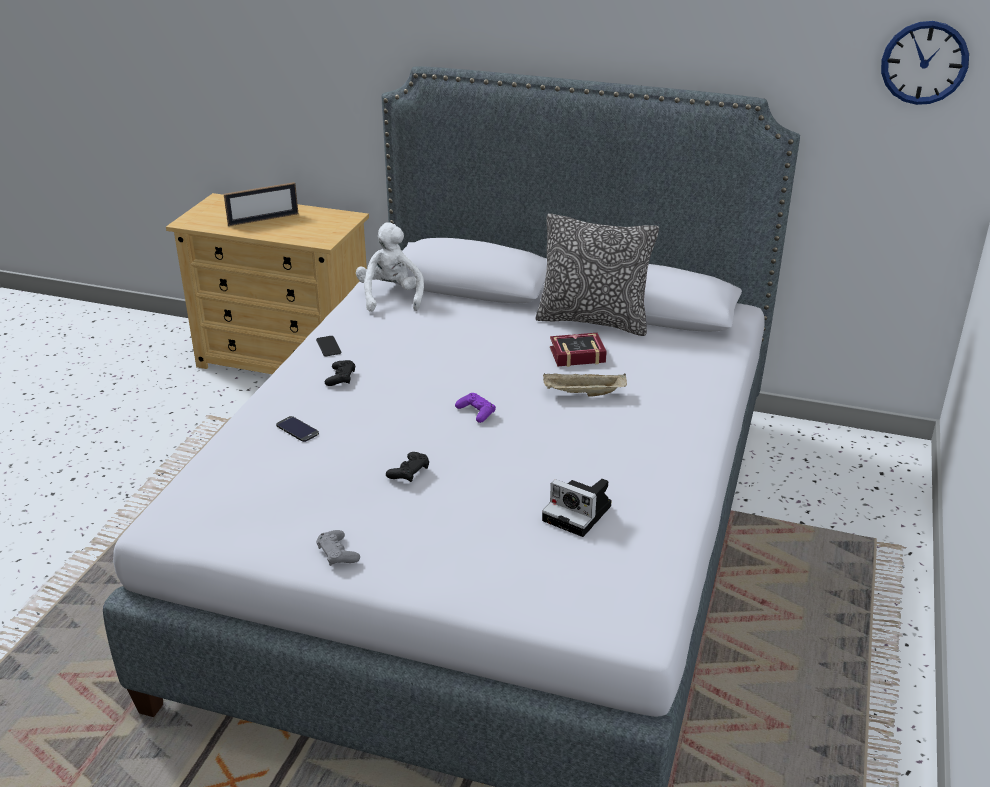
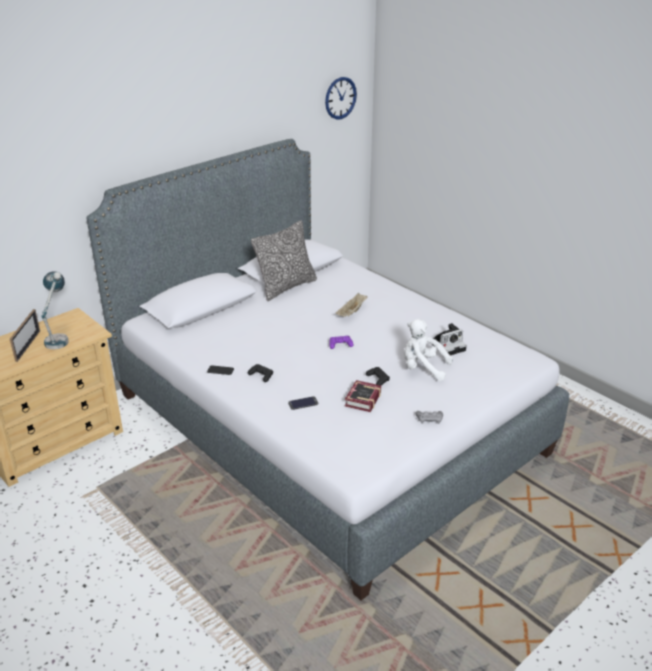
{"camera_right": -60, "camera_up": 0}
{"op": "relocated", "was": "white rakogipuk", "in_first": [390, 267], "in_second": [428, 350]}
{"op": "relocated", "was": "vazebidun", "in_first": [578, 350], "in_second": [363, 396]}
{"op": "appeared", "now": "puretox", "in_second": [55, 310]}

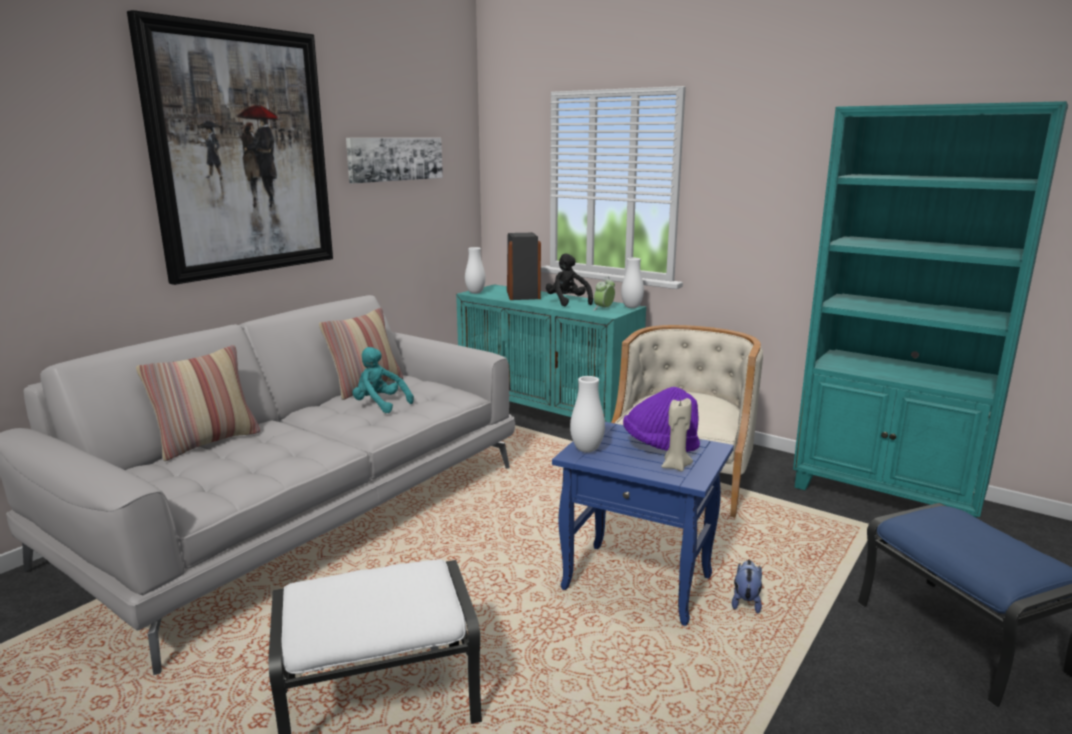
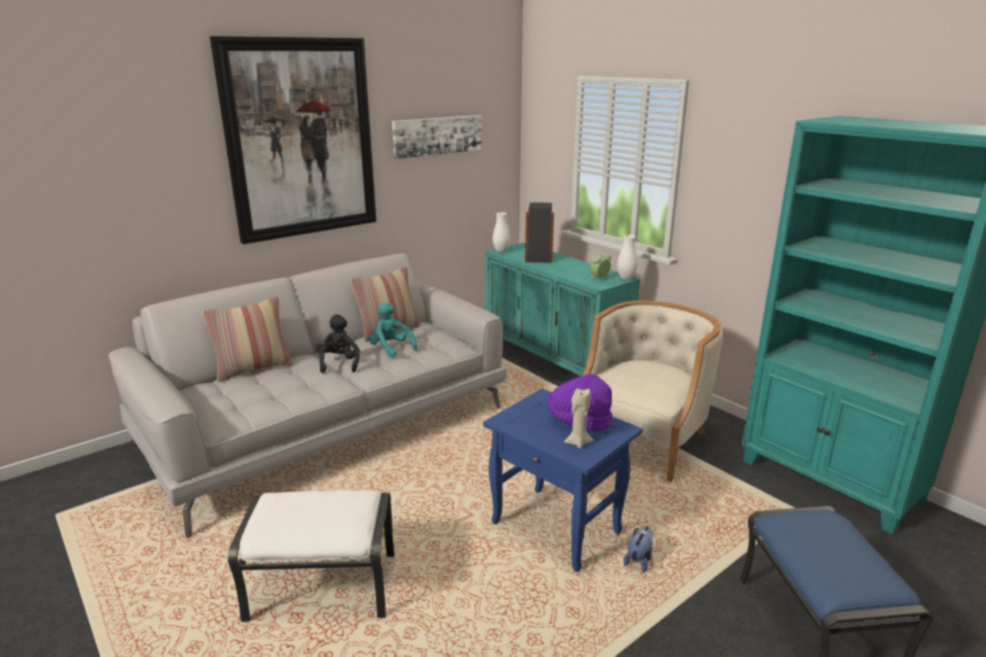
{"camera_right": 15, "camera_up": 5}
{"op": "relocated", "was": "black rakogipuk", "in_first": [569, 279], "in_second": [338, 343]}
{"op": "missing", "was": "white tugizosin", "in_first": [587, 414]}

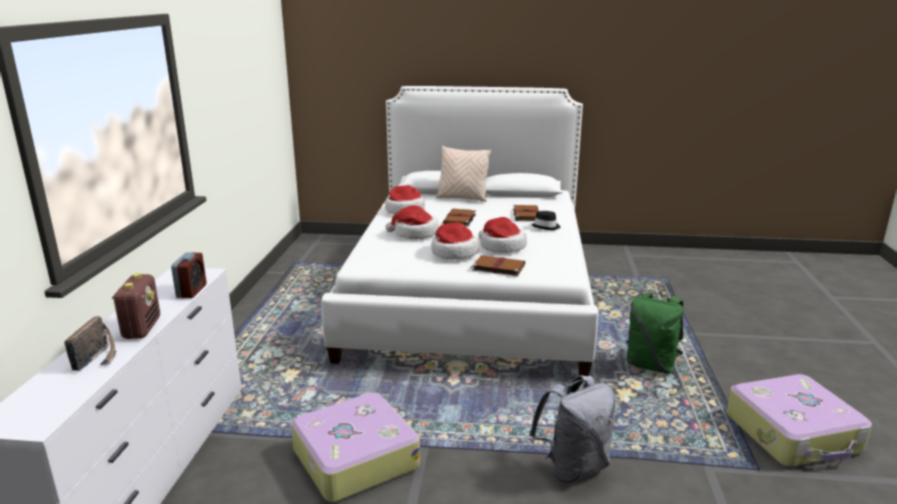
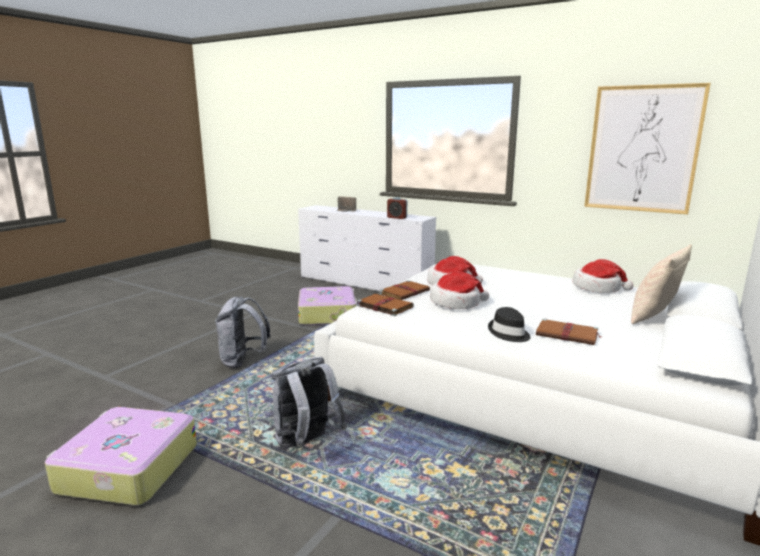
{"camera_right": 115, "camera_up": -5}
{"op": "missing", "was": "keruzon", "in_first": [136, 306]}
{"op": "missing", "was": "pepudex", "in_first": [412, 222]}
{"op": "relocated", "was": "brown vazebidun", "in_first": [459, 218], "in_second": [385, 305]}
{"op": "colour", "was": "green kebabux", "now": "grey kebabux", "in_first": [654, 332], "in_second": [309, 402]}
{"op": "appeared", "now": "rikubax", "in_second": [647, 148]}

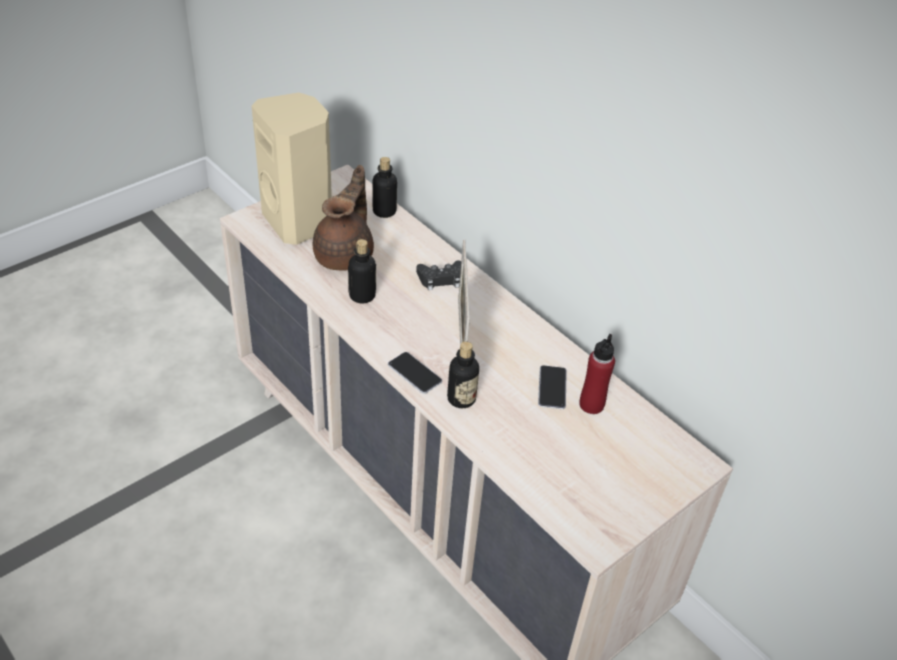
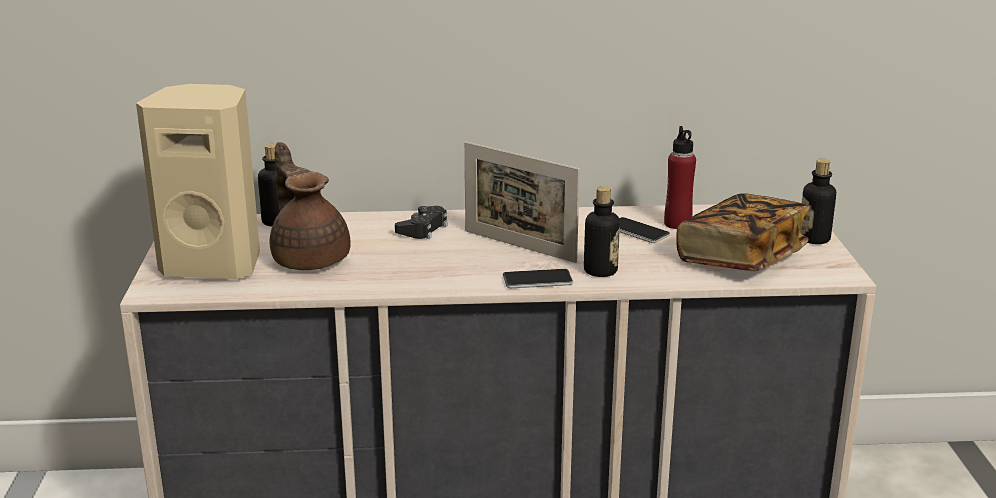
{"camera_right": -50, "camera_up": -20}
{"op": "relocated", "was": "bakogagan", "in_first": [362, 271], "in_second": [818, 201]}
{"op": "appeared", "now": "vazebidun", "in_second": [743, 232]}

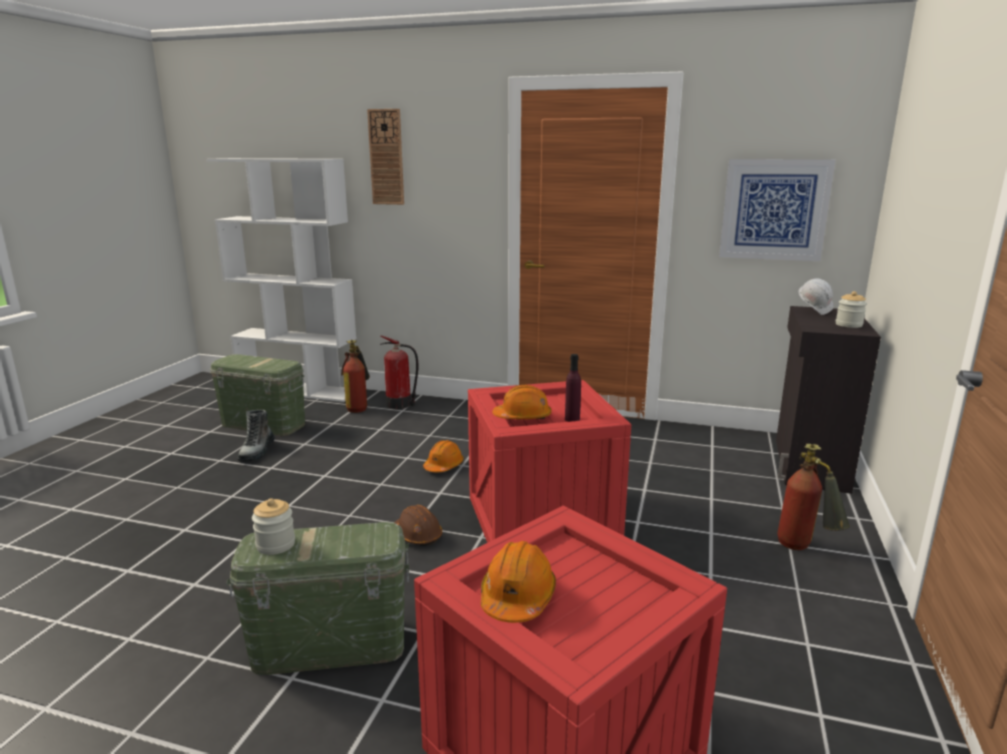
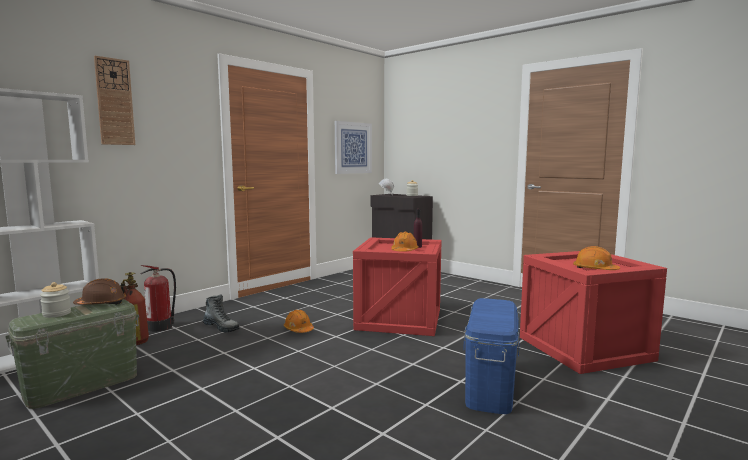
{"camera_right": -65, "camera_up": -10}
{"op": "colour", "was": "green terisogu", "now": "blue terisogu", "in_first": [317, 598], "in_second": [491, 356]}
{"op": "relocated", "was": "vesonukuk", "in_first": [256, 435], "in_second": [221, 314]}
{"op": "relocated", "was": "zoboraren", "in_first": [273, 526], "in_second": [55, 300]}
{"op": "relocated", "was": "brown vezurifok", "in_first": [418, 525], "in_second": [99, 291]}
{"op": "missing", "was": "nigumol", "in_first": [813, 497]}

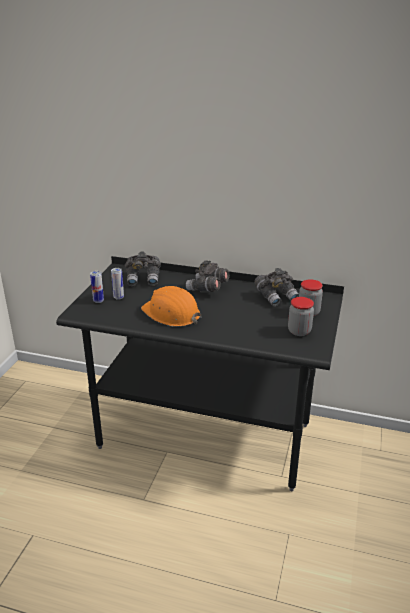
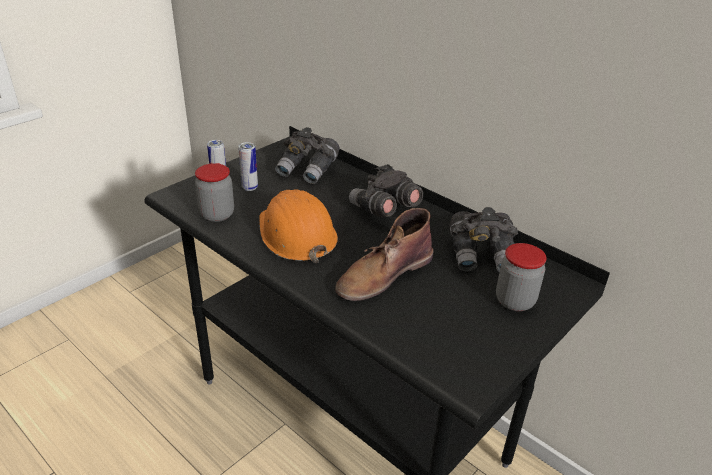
{"camera_right": 25, "camera_up": 5}
{"op": "relocated", "was": "zoboraren", "in_first": [301, 316], "in_second": [214, 192]}
{"op": "appeared", "now": "brown vesonukuk", "in_second": [384, 254]}

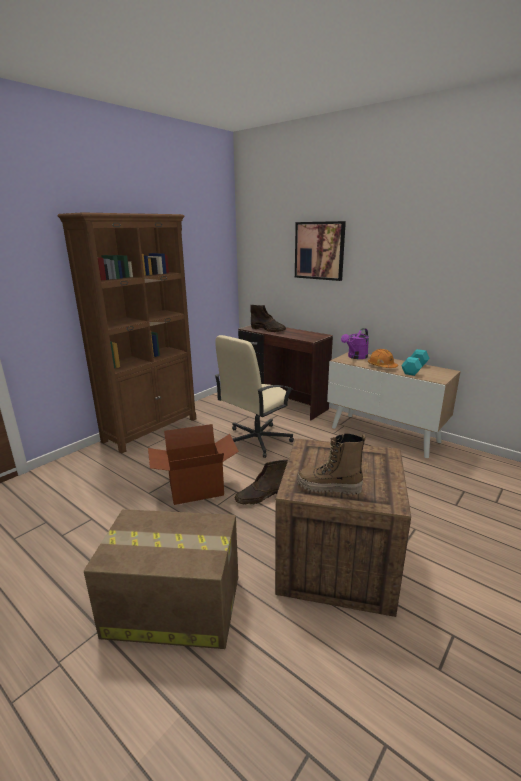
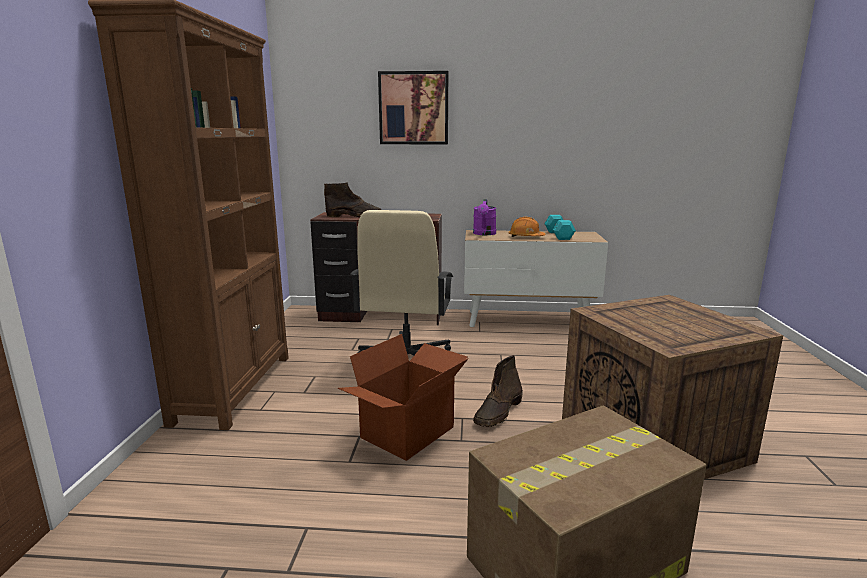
{"camera_right": -35, "camera_up": -5}
{"op": "missing", "was": "vesonukuk", "in_first": [331, 464]}

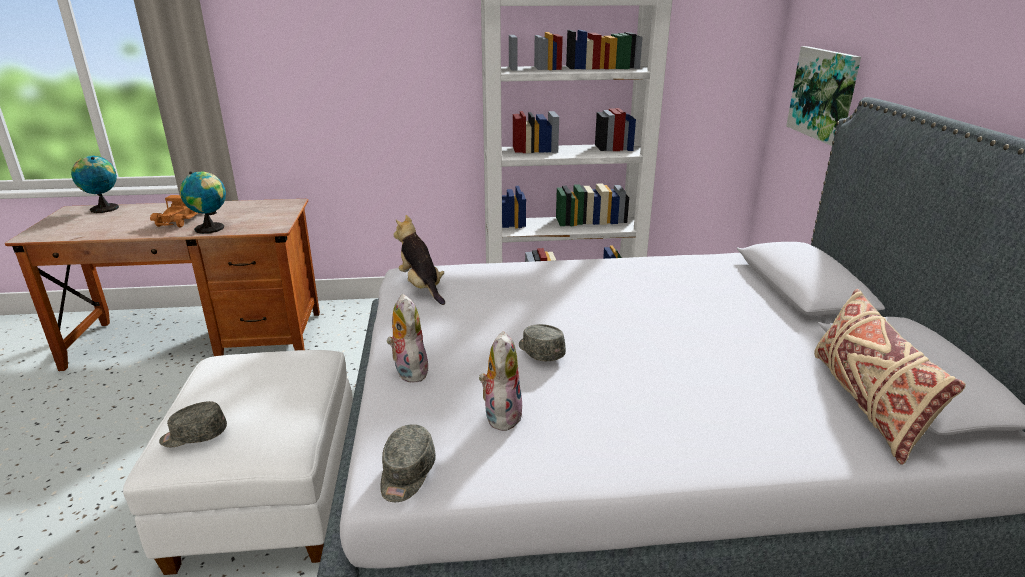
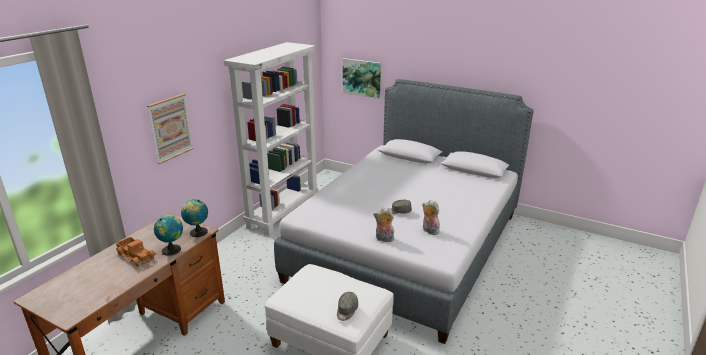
{"camera_right": -55, "camera_up": 0}
{"op": "relocated", "was": "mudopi", "in_first": [95, 184], "in_second": [194, 218]}
{"op": "missing", "was": "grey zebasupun", "in_first": [408, 463]}
{"op": "missing", "was": "rakogipuk", "in_first": [419, 260]}
{"op": "missing", "was": "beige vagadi", "in_first": [890, 377]}
{"op": "appeared", "now": "rikubax", "in_second": [170, 129]}

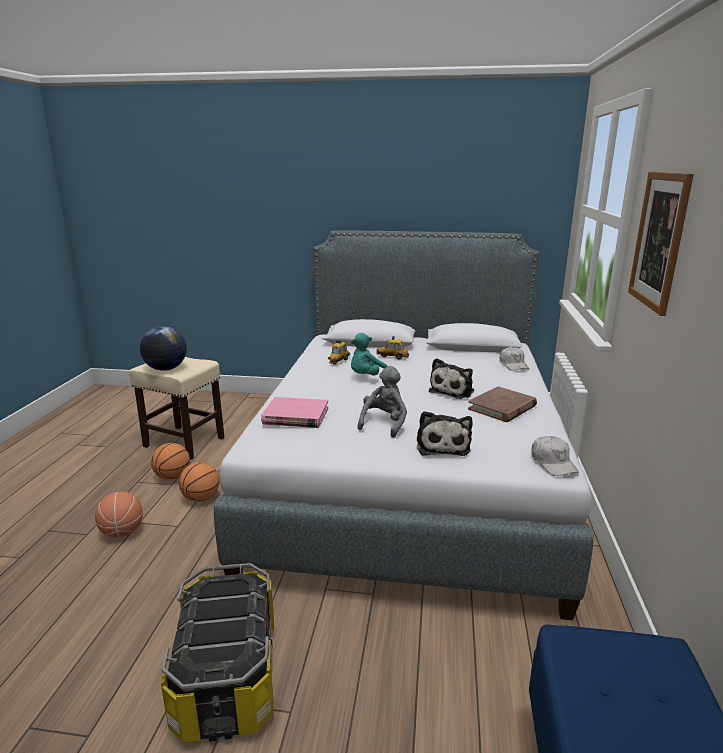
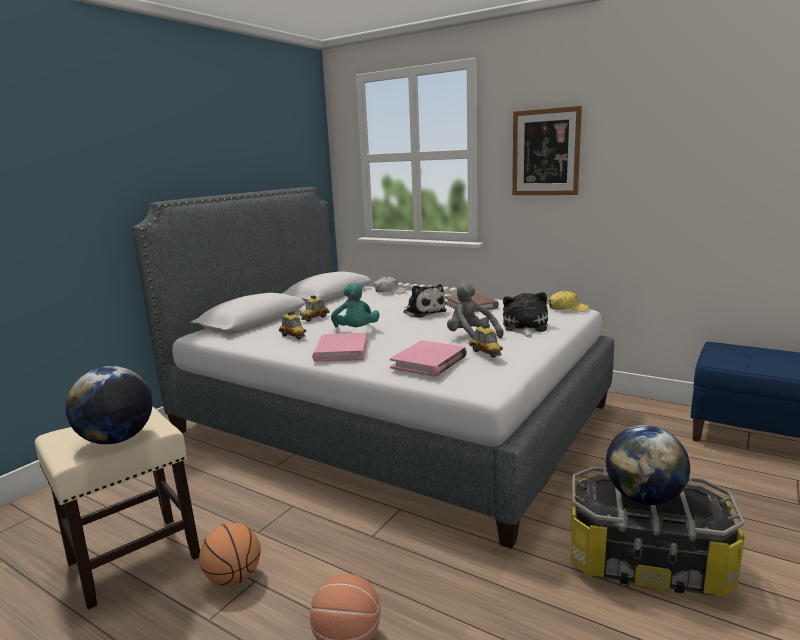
{"camera_right": -65, "camera_up": -5}
{"op": "missing", "was": "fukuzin", "in_first": [199, 482]}
{"op": "spun", "was": "rakogipuk", "in_first": [445, 433], "in_second": [525, 314], "clockwise": -105}
{"op": "colour", "was": "white zebasupun", "now": "yellow zebasupun", "in_first": [555, 456], "in_second": [569, 301]}
{"op": "appeared", "now": "pink vazebidun", "in_second": [339, 347]}
{"op": "appeared", "now": "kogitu", "in_second": [486, 340]}
{"op": "appeared", "now": "mudopi", "in_second": [648, 465]}

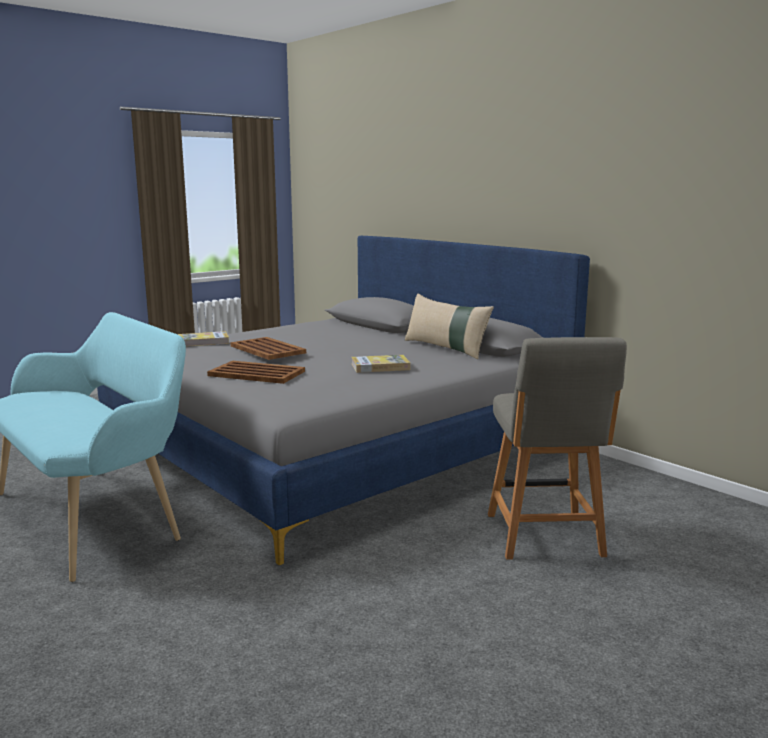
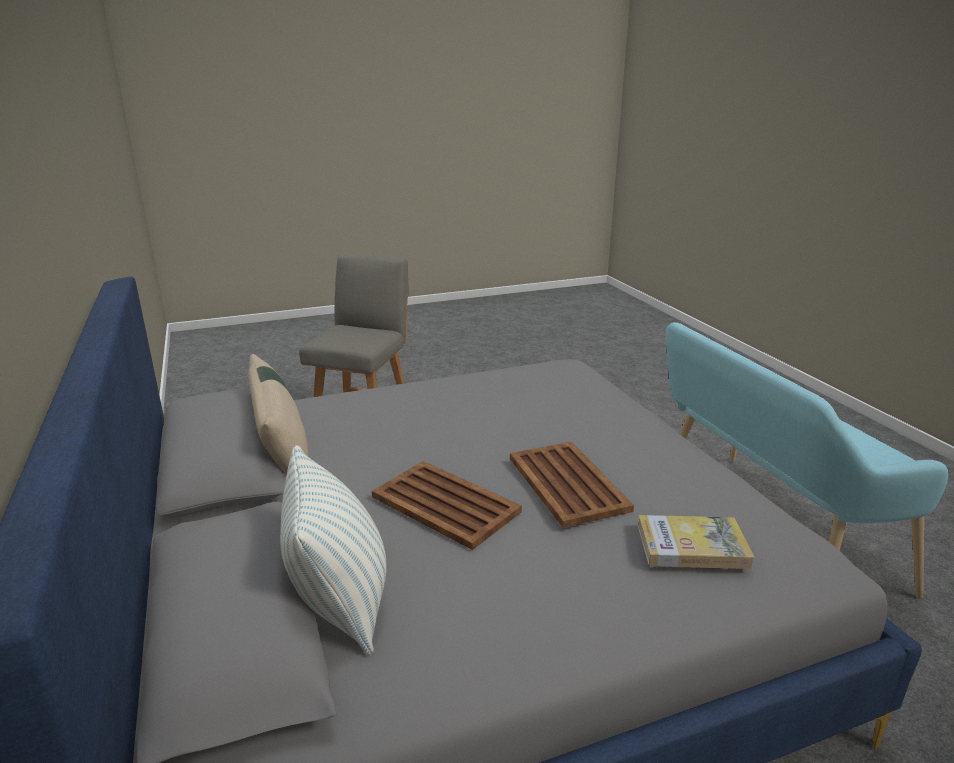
{"camera_right": -160, "camera_up": 10}
{"op": "relocated", "was": "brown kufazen", "in_first": [256, 372], "in_second": [447, 505]}
{"op": "missing", "was": "vazebidun", "in_first": [381, 364]}
{"op": "appeared", "now": "vagadi", "in_second": [333, 550]}

